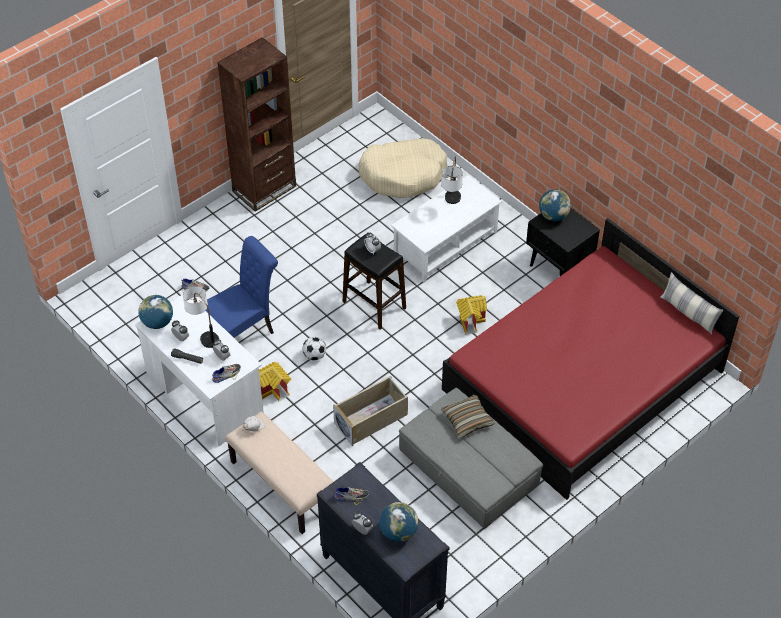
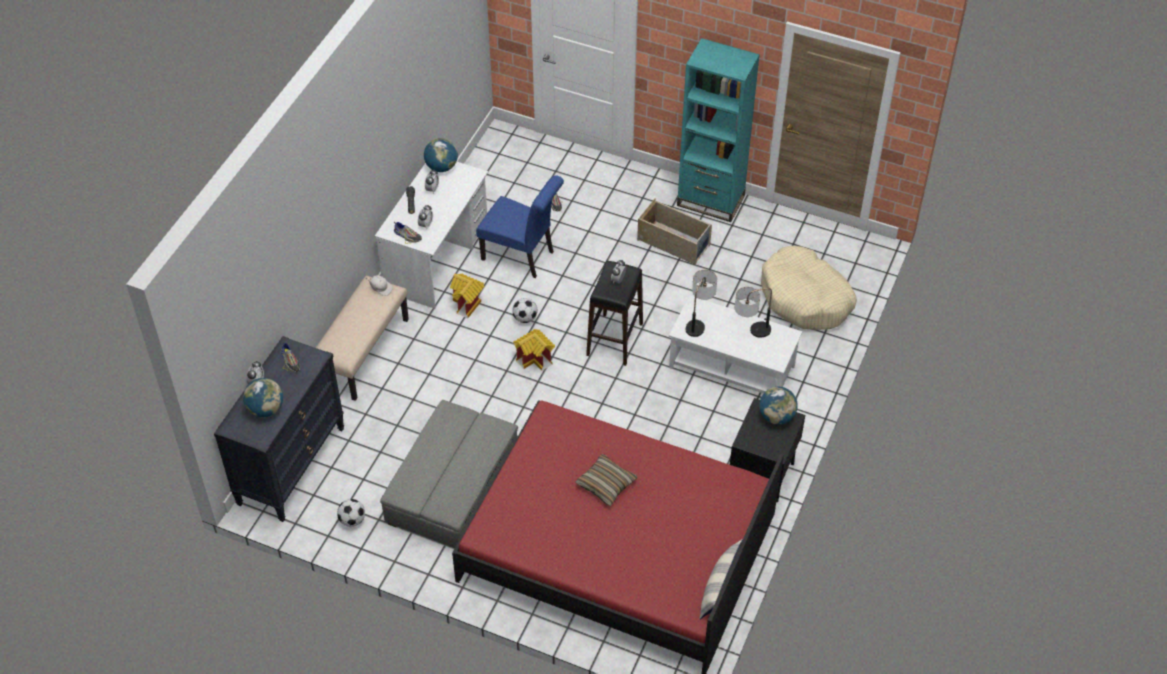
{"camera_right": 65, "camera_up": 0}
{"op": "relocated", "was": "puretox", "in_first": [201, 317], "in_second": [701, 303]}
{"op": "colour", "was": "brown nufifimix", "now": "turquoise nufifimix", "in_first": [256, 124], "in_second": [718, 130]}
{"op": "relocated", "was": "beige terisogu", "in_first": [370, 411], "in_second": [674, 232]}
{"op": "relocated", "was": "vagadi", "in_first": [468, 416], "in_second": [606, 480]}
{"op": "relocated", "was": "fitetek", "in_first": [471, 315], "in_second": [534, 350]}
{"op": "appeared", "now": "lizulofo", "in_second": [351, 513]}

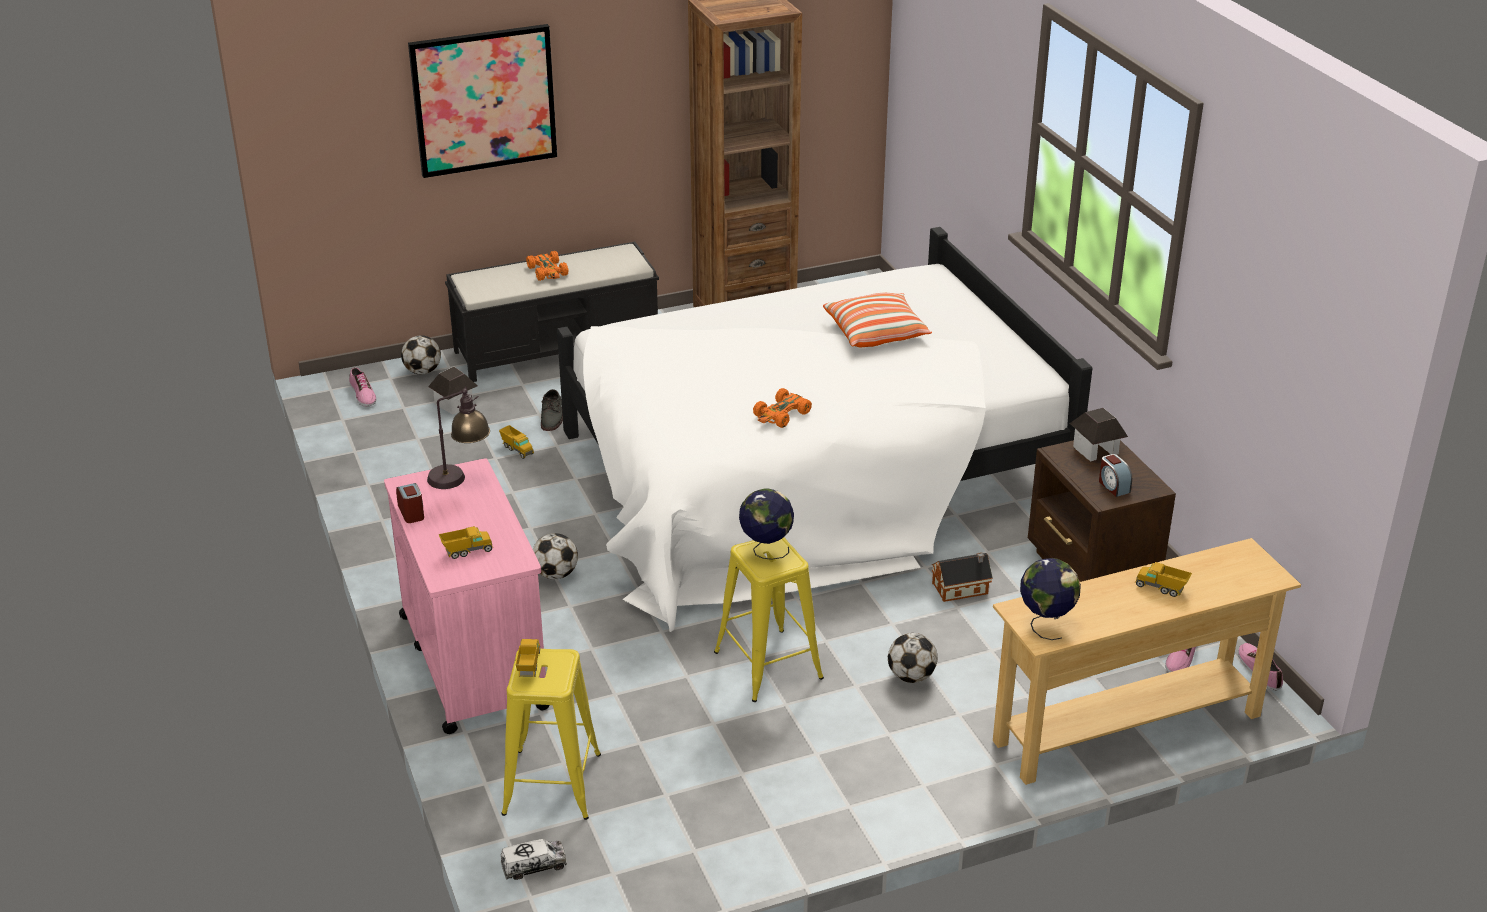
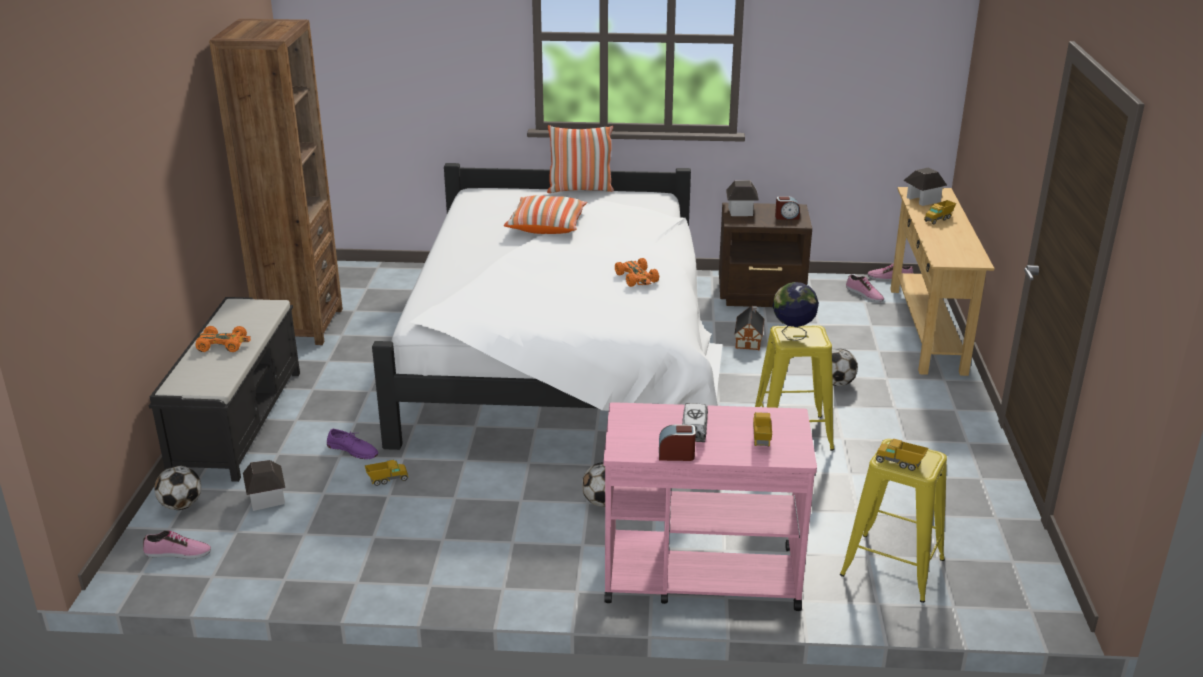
{"camera_right": -65, "camera_up": -5}
{"op": "missing", "was": "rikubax", "in_first": [482, 101]}
{"op": "missing", "was": "puretox", "in_first": [458, 437]}
{"op": "relocated", "was": "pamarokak", "in_first": [534, 859], "in_second": [695, 422]}
{"op": "colour", "was": "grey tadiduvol", "now": "purple tadiduvol", "in_first": [552, 410], "in_second": [352, 444]}
{"op": "missing", "was": "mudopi", "in_first": [1050, 599]}
{"op": "appeared", "now": "vagadi", "in_second": [580, 159]}
{"op": "appeared", "now": "fitetek", "in_second": [925, 186]}

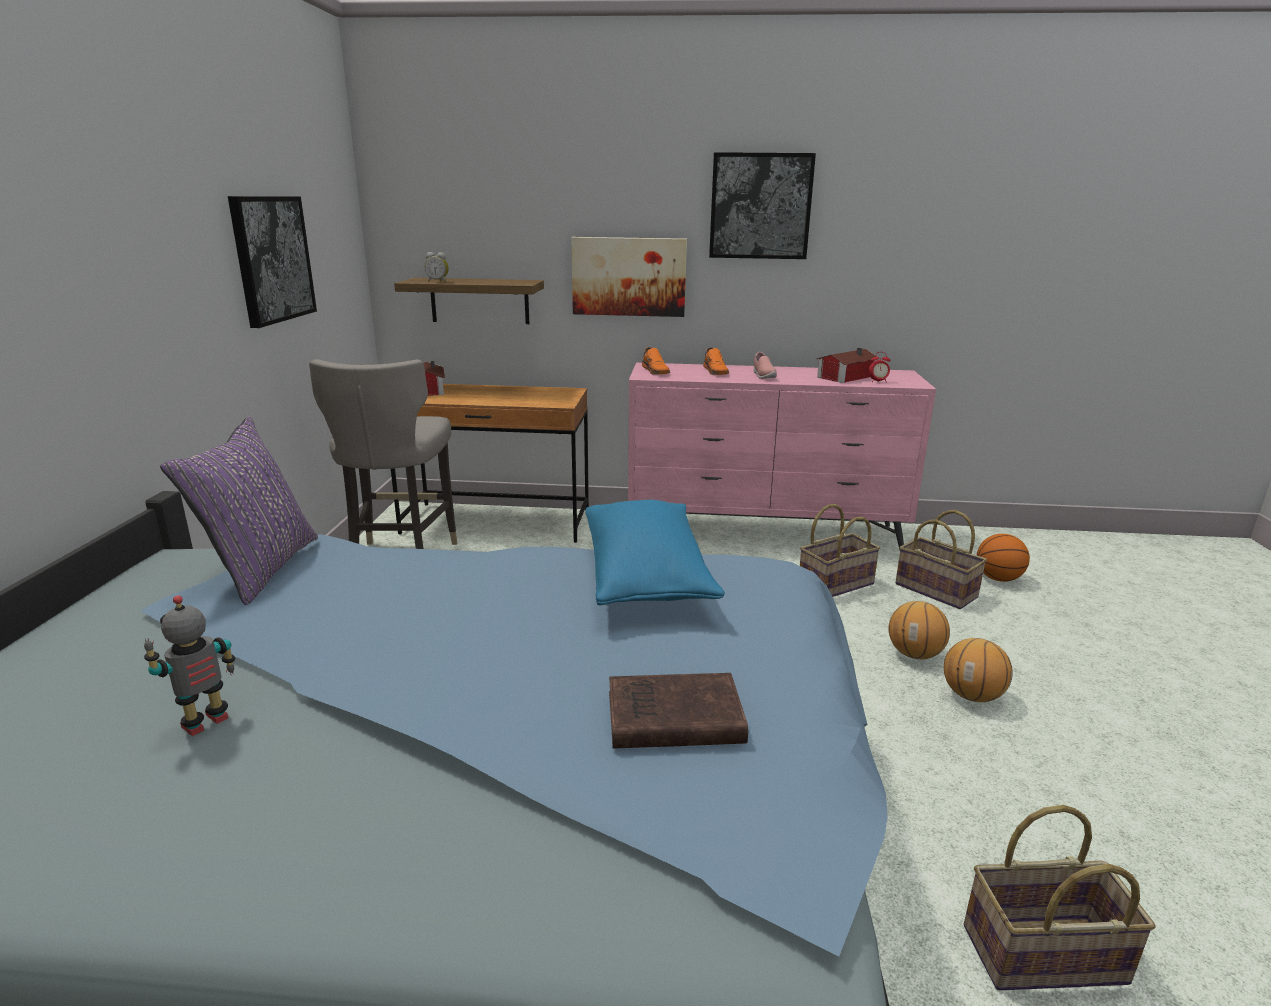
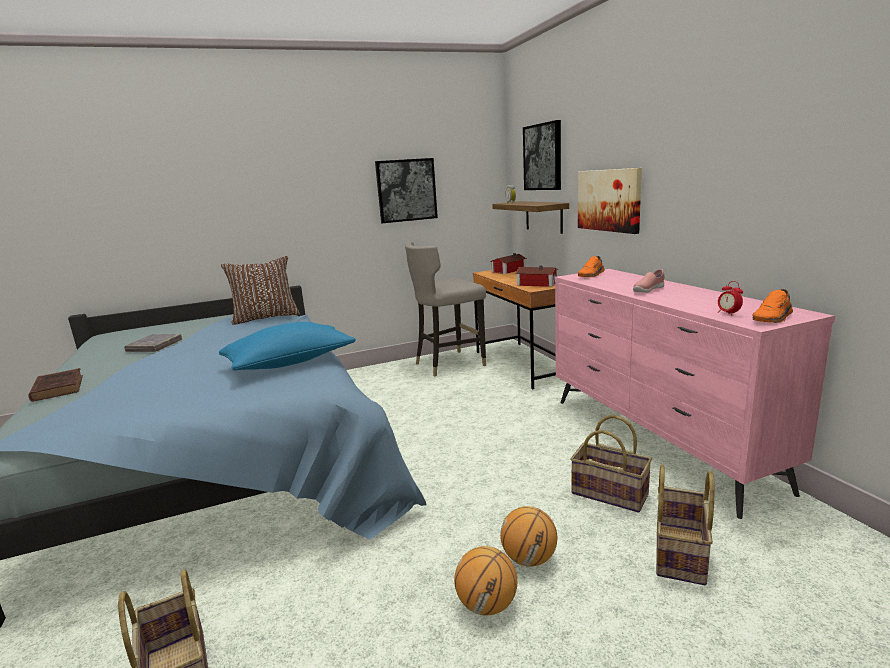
{"camera_right": 65, "camera_up": -5}
{"op": "exchanged", "was": "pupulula", "now": "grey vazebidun", "in_first": [189, 665], "in_second": [153, 343]}
{"op": "colour", "was": "purple vagadi", "now": "brown vagadi", "in_first": [239, 511], "in_second": [260, 290]}
{"op": "relocated", "was": "brown vazebidun", "in_first": [678, 711], "in_second": [56, 385]}
{"op": "relocated", "was": "orange tadiduvol", "in_first": [716, 361], "in_second": [772, 306]}
{"op": "relocated", "was": "rikubax", "in_first": [762, 205], "in_second": [542, 155]}
{"op": "relocated", "was": "fitetek", "in_first": [848, 365], "in_second": [537, 276]}
{"op": "missing", "was": "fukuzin", "in_first": [1003, 558]}

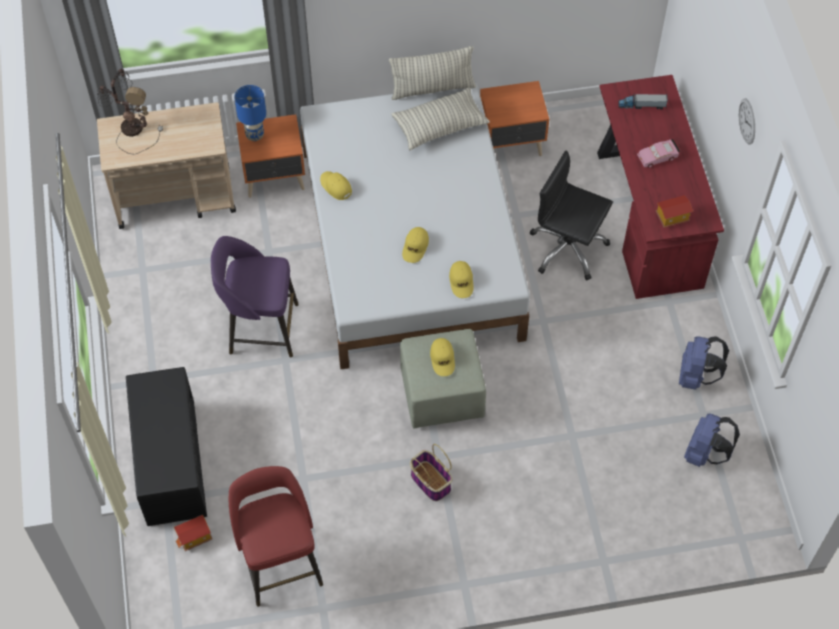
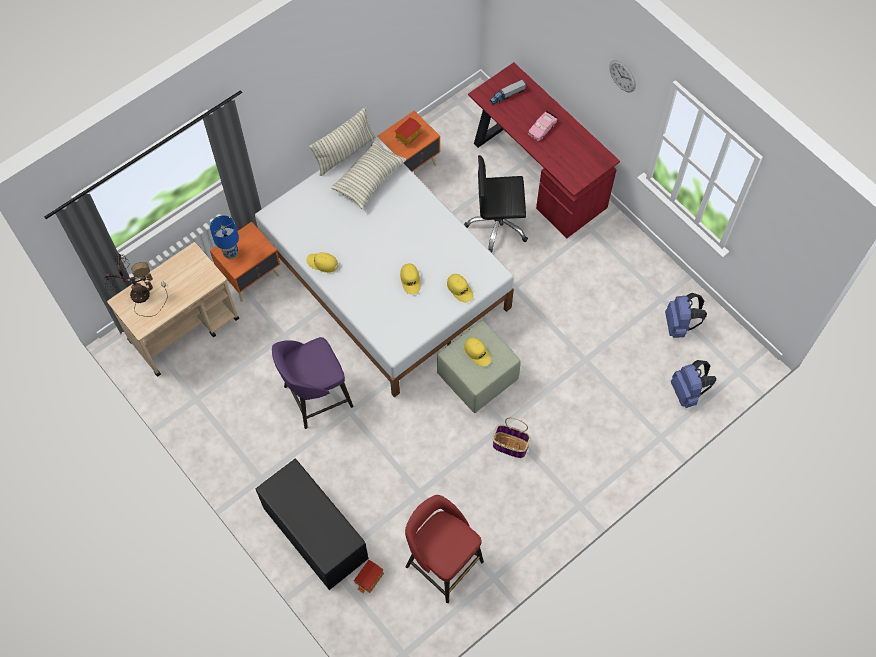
{"camera_right": -30, "camera_up": 5}
{"op": "relocated", "was": "fitetek", "in_first": [674, 211], "in_second": [408, 131]}
{"op": "relocated", "was": "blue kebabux", "in_first": [704, 363], "in_second": [693, 384]}

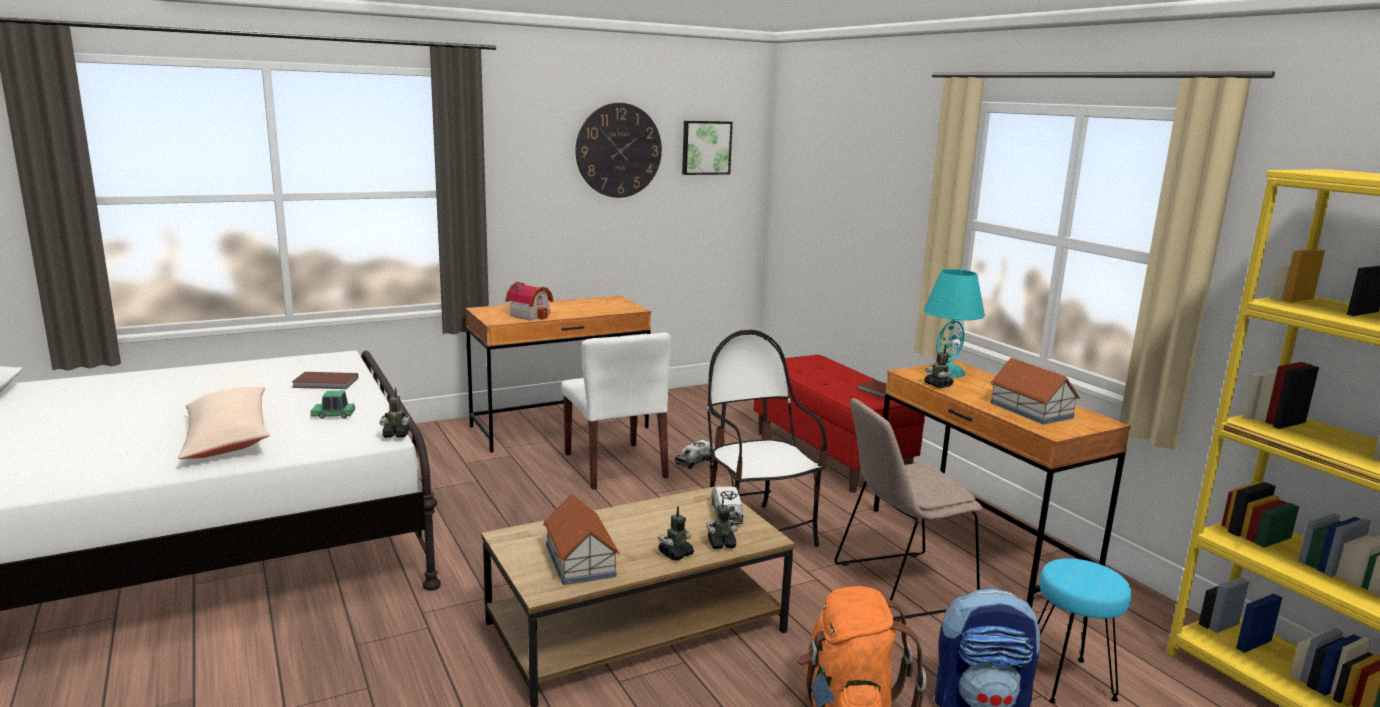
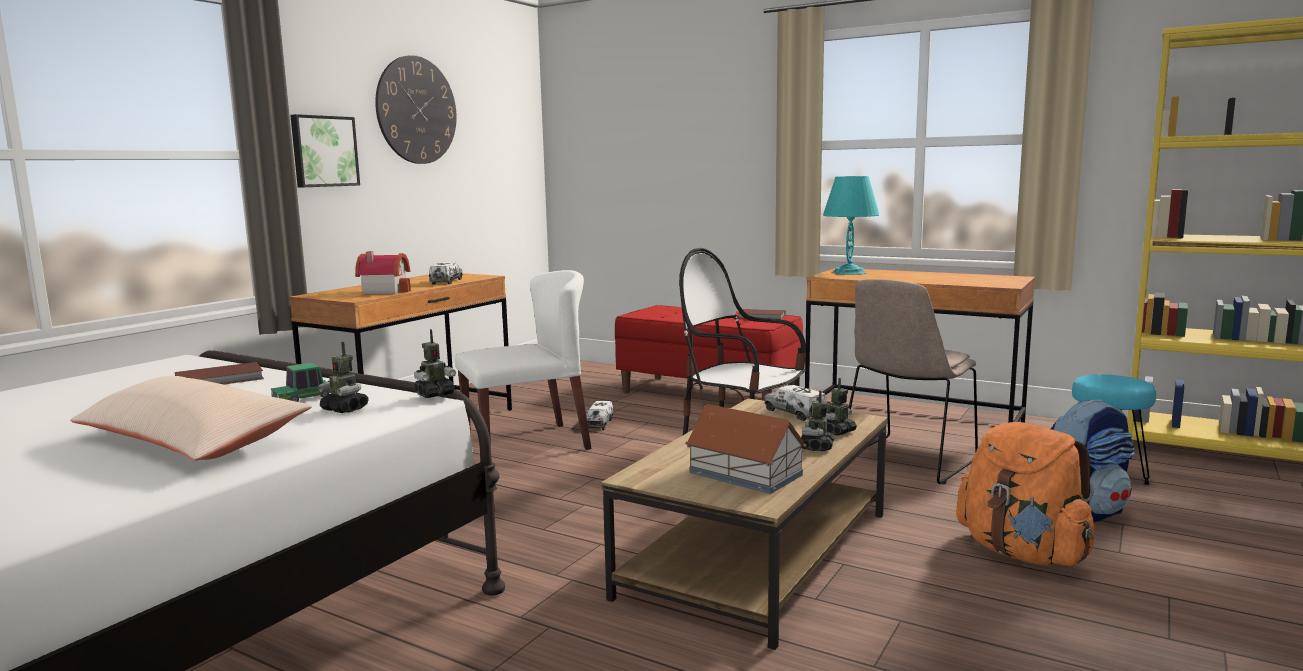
{"camera_right": -30, "camera_up": -5}
{"op": "spun", "was": "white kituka", "in_first": [616, 411], "in_second": [523, 360], "clockwise": -60}
{"op": "relocated", "was": "rikubax", "in_first": [707, 148], "in_second": [325, 150]}
{"op": "relocated", "was": "pupulula", "in_first": [939, 366], "in_second": [343, 377]}
{"op": "missing", "was": "fitetek", "in_first": [1035, 391]}
{"op": "appeared", "now": "pamarokak", "in_second": [446, 273]}

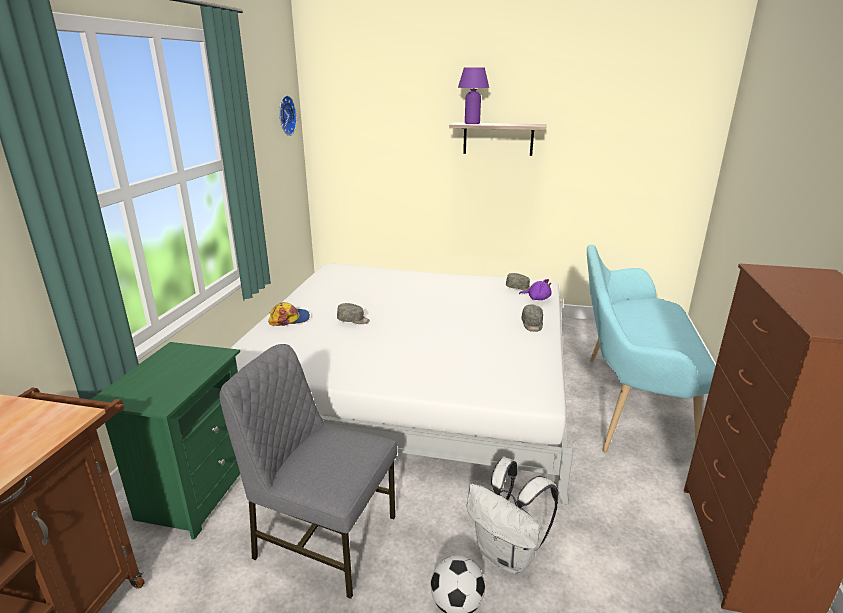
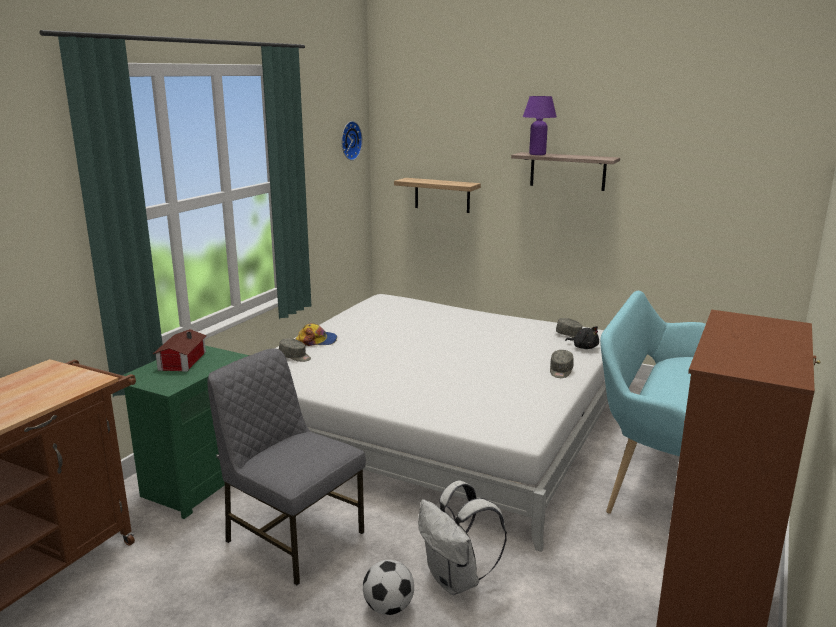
{"camera_right": 15, "camera_up": -5}
{"op": "relocated", "was": "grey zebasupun", "in_first": [353, 313], "in_second": [295, 350]}
{"op": "colour", "was": "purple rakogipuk", "now": "black rakogipuk", "in_first": [535, 289], "in_second": [582, 337]}
{"op": "appeared", "now": "fitetek", "in_second": [180, 350]}
{"op": "appeared", "now": "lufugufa", "in_second": [437, 195]}

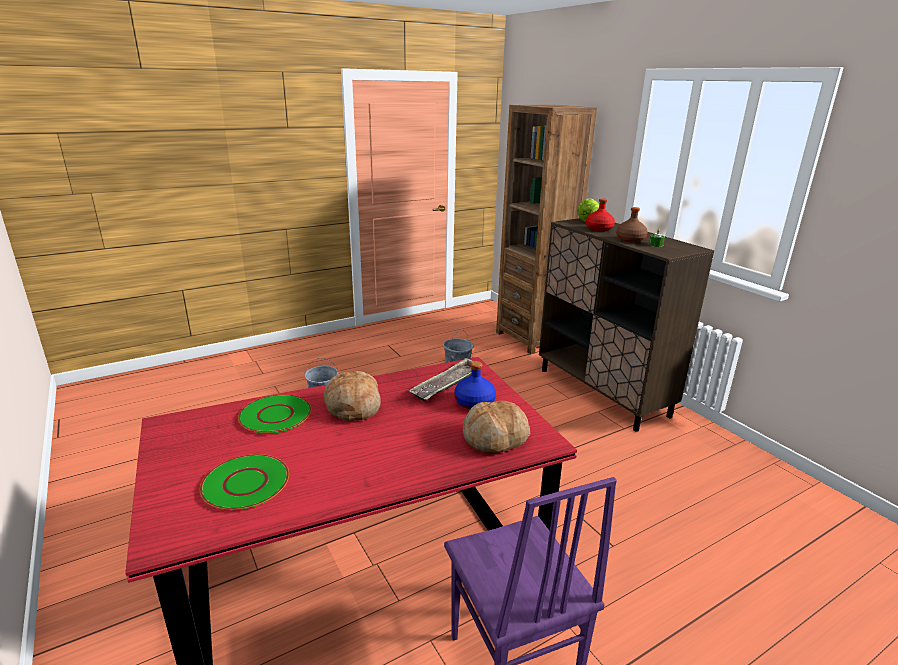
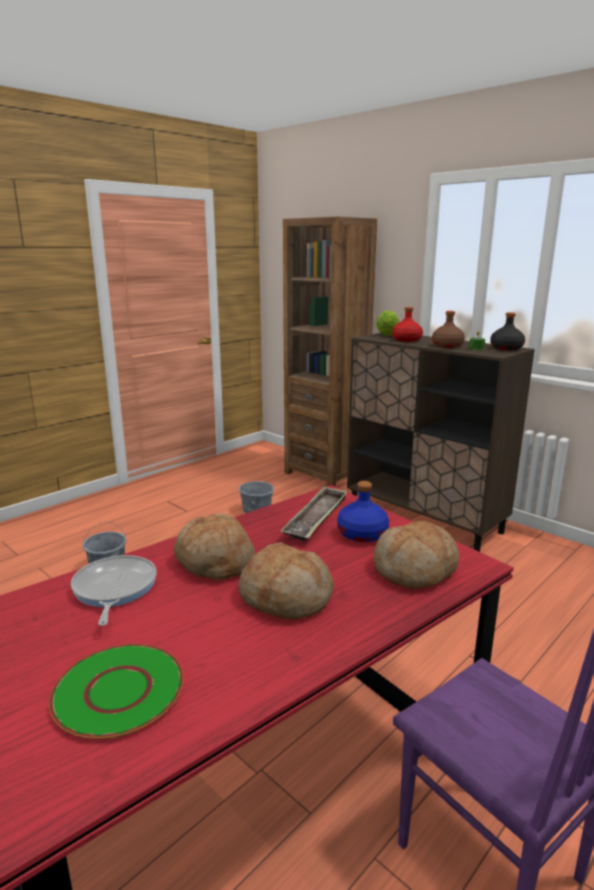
{"camera_right": -15, "camera_up": -5}
{"op": "exchanged", "was": "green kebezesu", "now": "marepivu", "in_first": [274, 414], "in_second": [114, 590]}
{"op": "appeared", "now": "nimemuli", "in_second": [286, 581]}
{"op": "appeared", "now": "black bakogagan", "in_second": [507, 331]}

